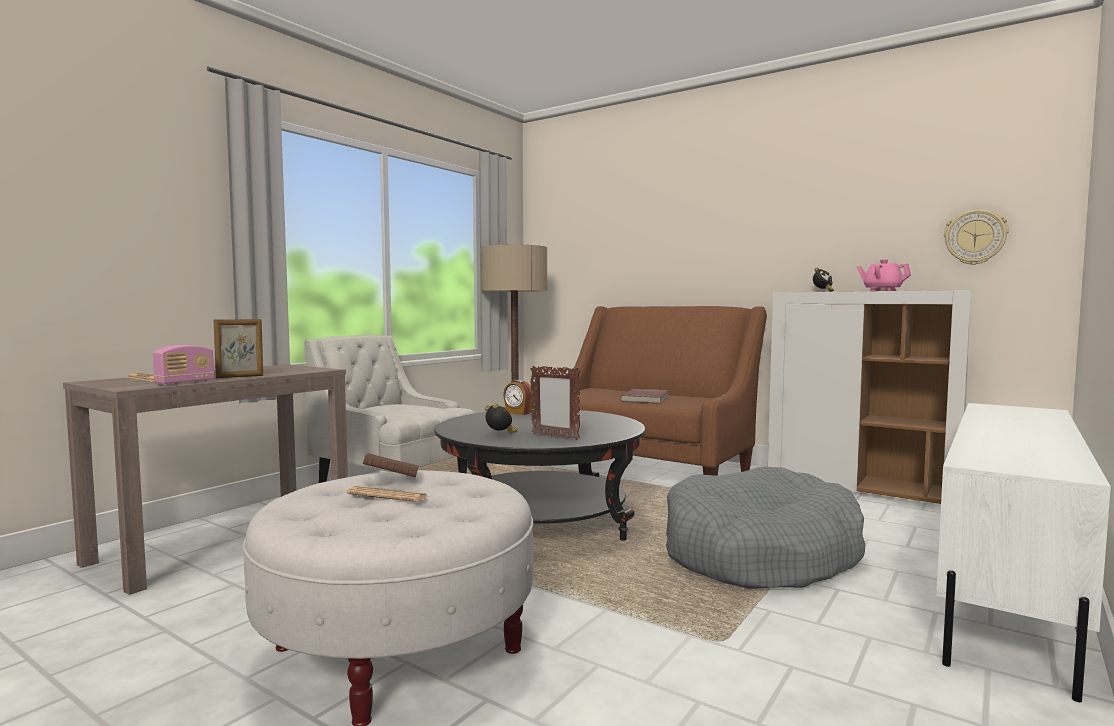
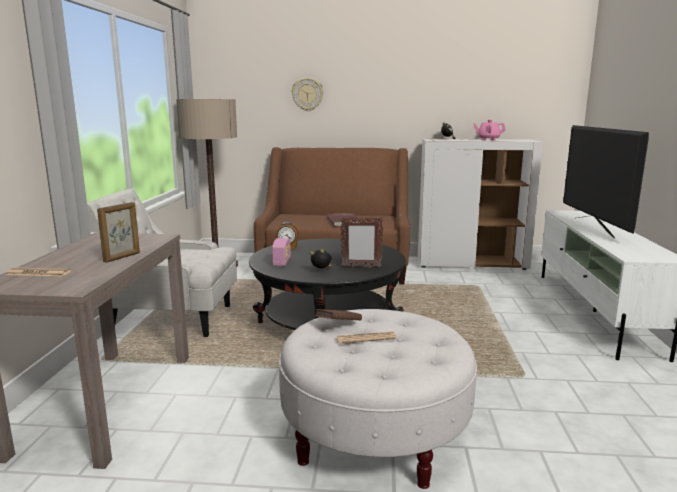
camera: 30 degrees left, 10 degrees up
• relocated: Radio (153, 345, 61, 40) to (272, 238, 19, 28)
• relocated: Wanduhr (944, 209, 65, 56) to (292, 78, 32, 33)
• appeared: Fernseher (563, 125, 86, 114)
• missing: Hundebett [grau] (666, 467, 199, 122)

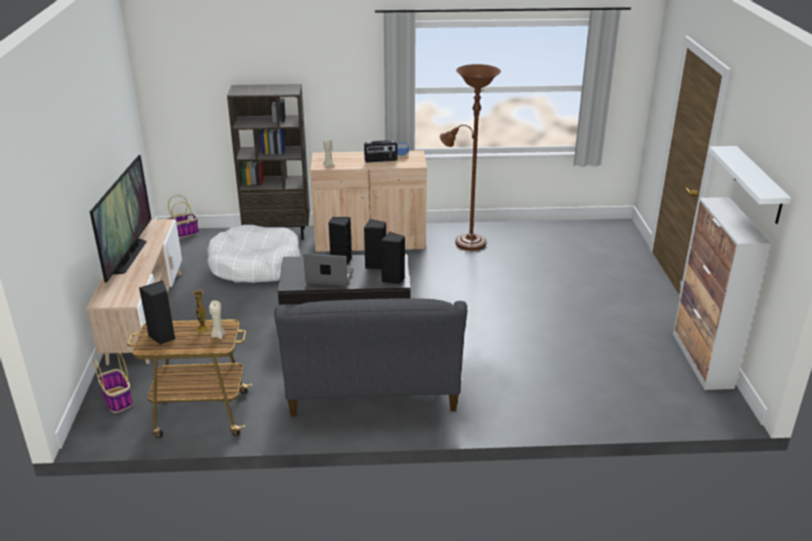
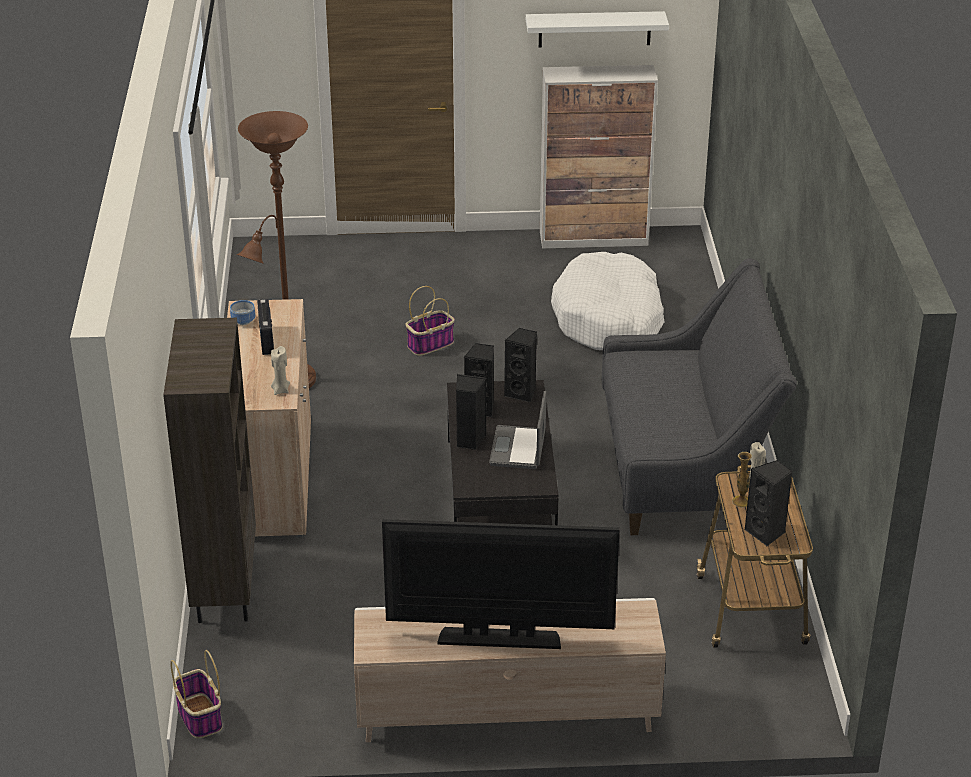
camera: 90 degrees left, 5 degrees up
• relocated: Korb (94, 351, 39, 62) to (406, 286, 49, 70)
• relocated: Hundebett [weiß] (207, 225, 94, 58) to (551, 252, 113, 98)

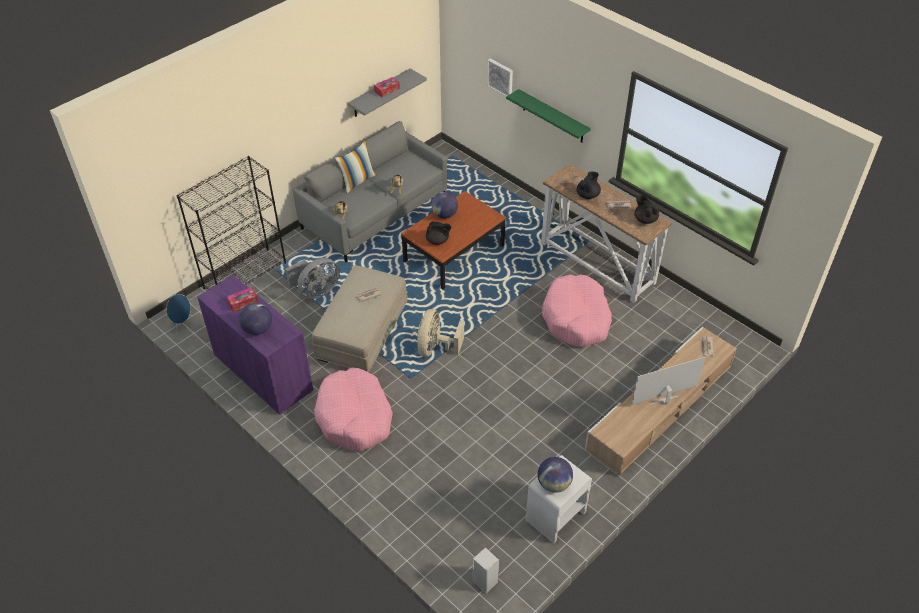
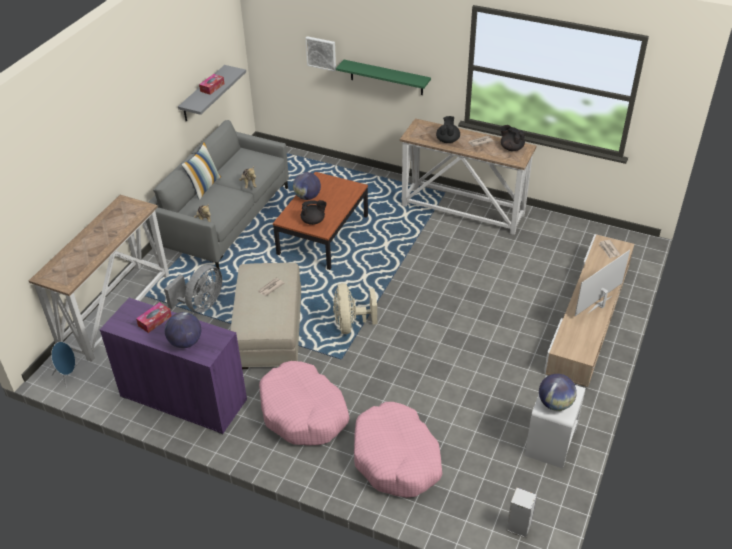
camera: 20 degrees left, 5 degrees down
• exchanged: Bücherregal [schwarz] (177, 156, 109, 134) to Konsolentisch (29, 195, 140, 167)
• relocated: Hundebett [rosa] (542, 274, 70, 73) to (354, 402, 88, 96)

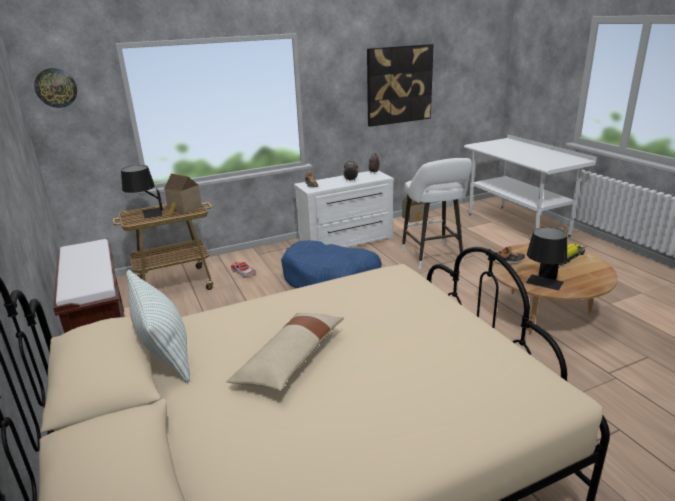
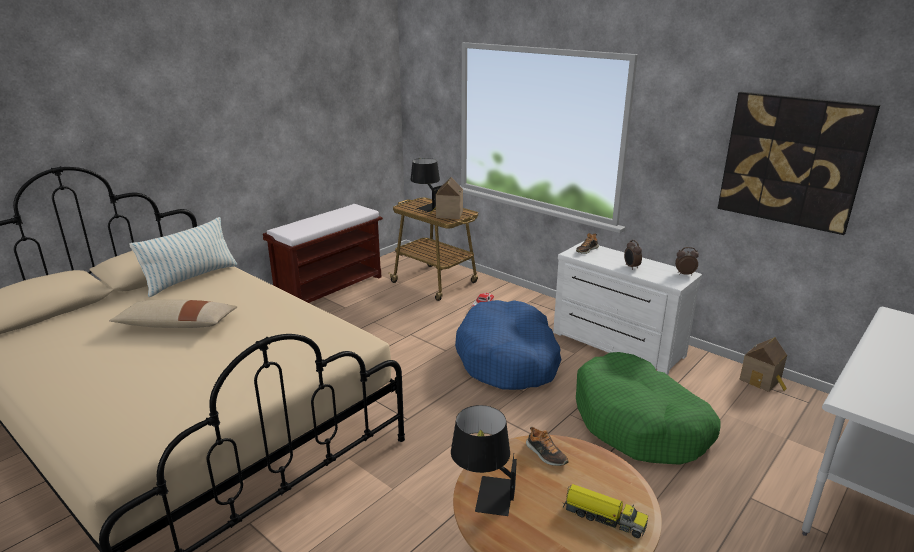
camera: 65 degrees right, 0 degrees up
• exchanged: Hocker [weiß] (402, 158, 70, 111) to Hundebett [grün] (576, 352, 145, 113)
• missing: Wanduhr (34, 68, 43, 40)

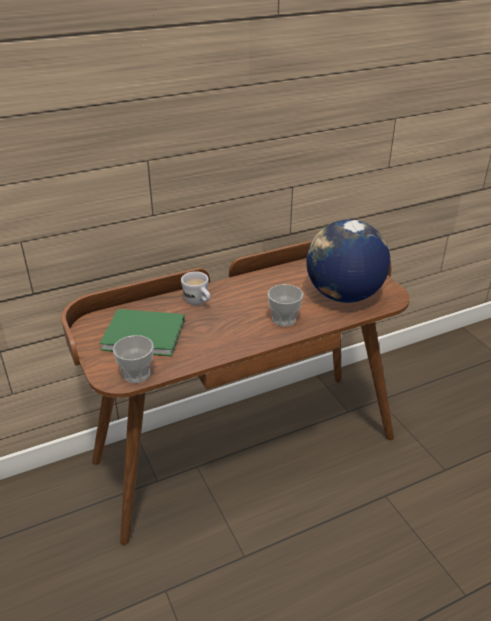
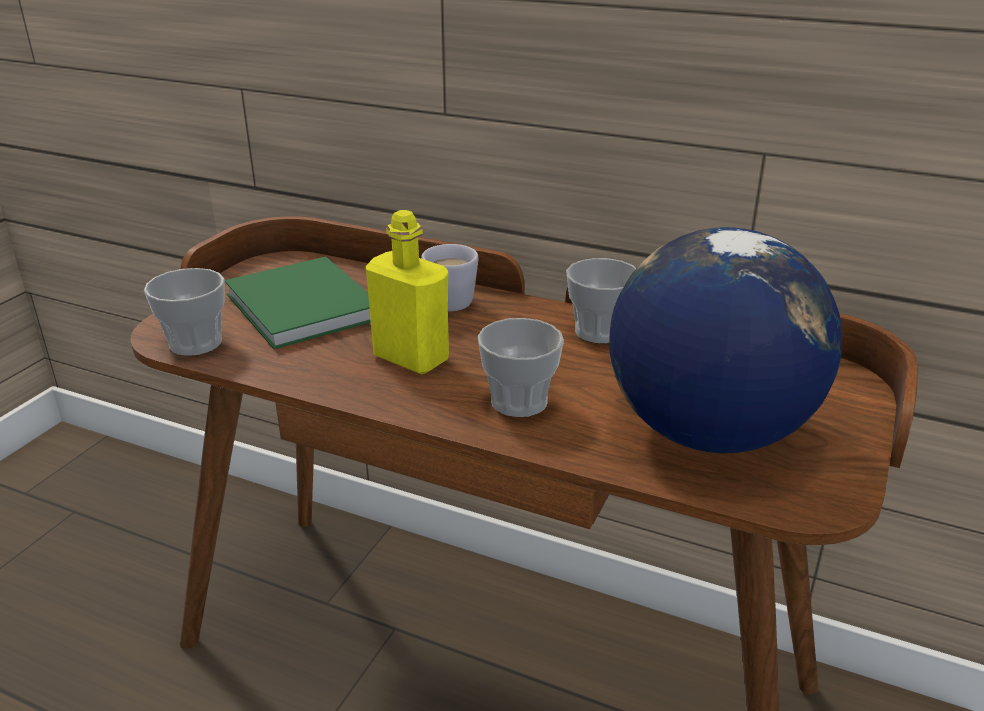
camera: 50 degrees right, 5 degrees down
• appeared: Flasche [gelb] (366, 210, 83, 164)
• appeared: Tasse (566, 258, 70, 85)

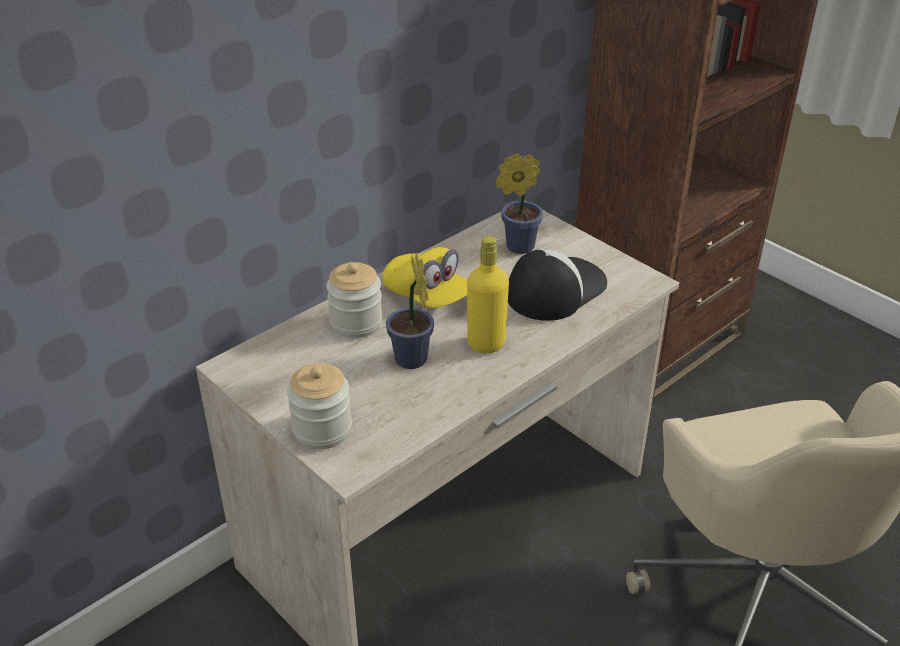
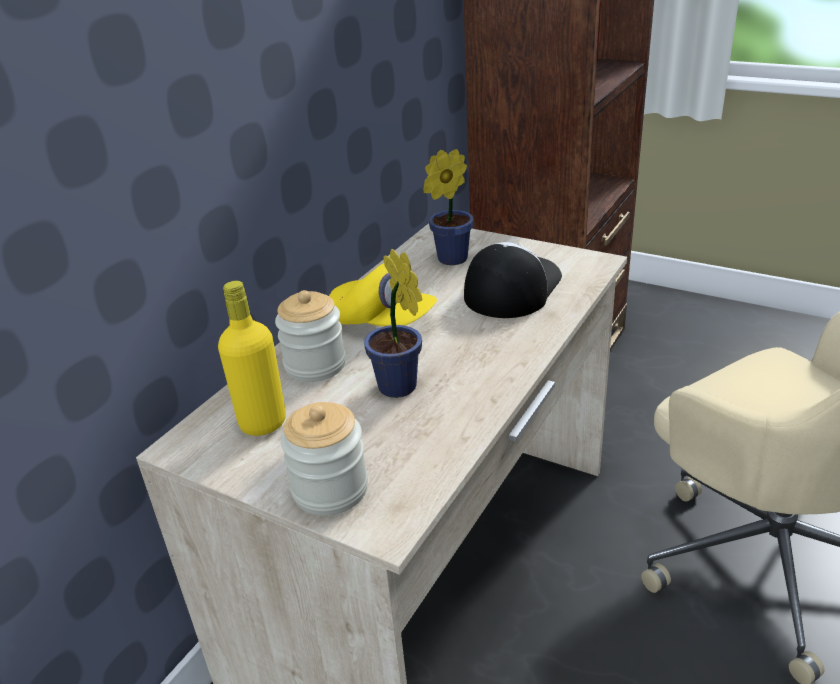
camera: 15 degrees left, 5 degrees down
• relocated: Flasche [gelb] (467, 236, 42, 117) to (218, 281, 68, 155)

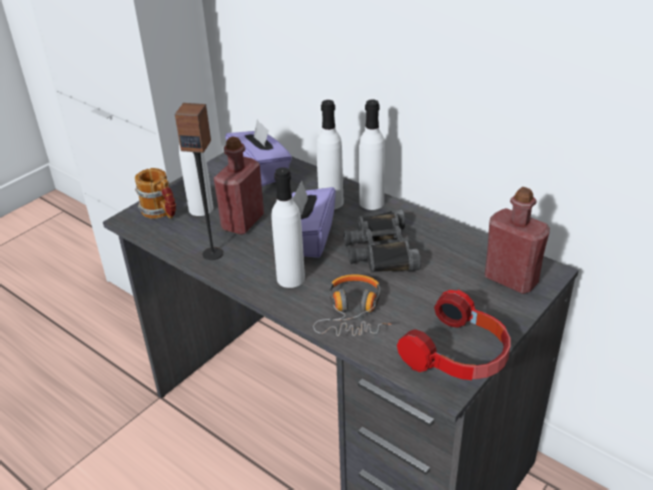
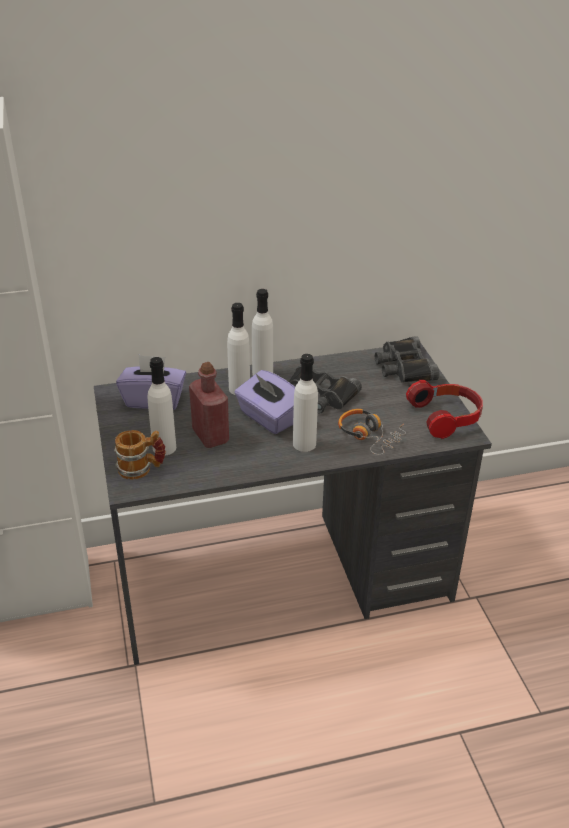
camera: 55 degrees left, 0 degrees up
• exchanged: Flasche [rot] (485, 187, 65, 107) to Fernglas [schwarz] (375, 336, 64, 46)
• missing: Lautsprecher (175, 103, 48, 157)

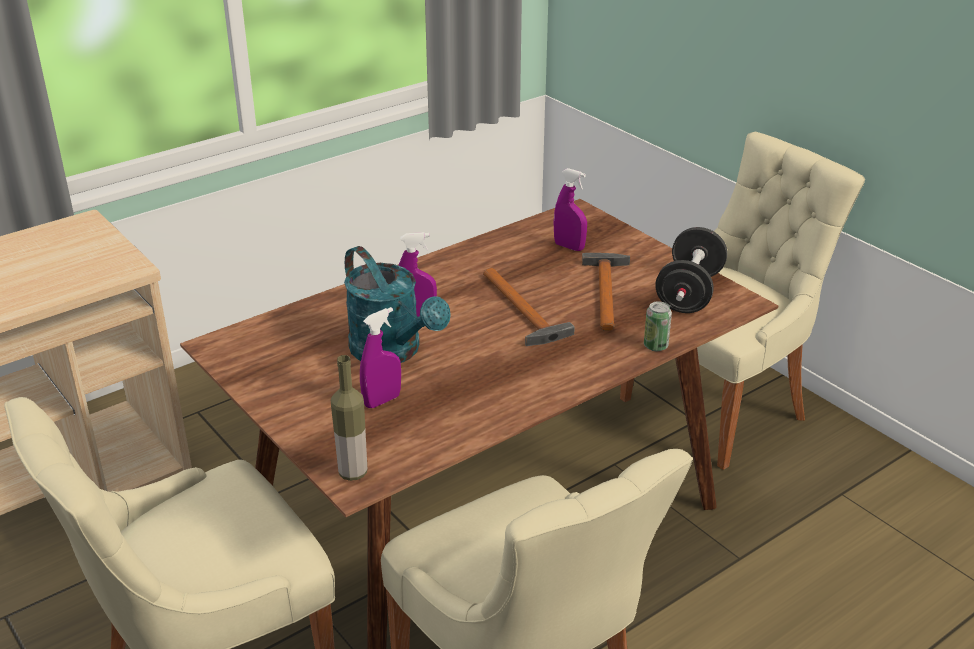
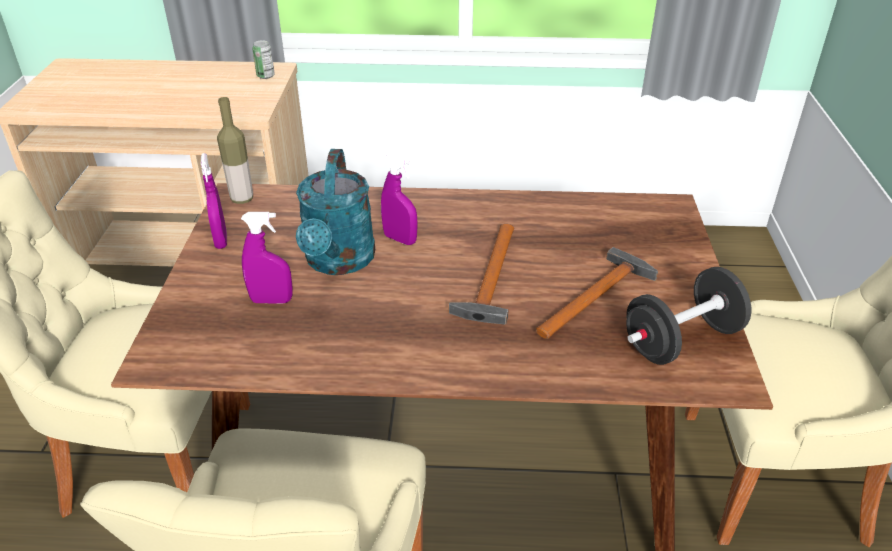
camera: 40 degrees right, 5 degrees up
• relocated: Sprühflasche [lila] (553, 168, 34, 83) to (201, 153, 26, 96)
• relocated: Flasche (331, 355, 36, 126) to (217, 97, 36, 107)
• relocated: Dose (644, 301, 28, 50) to (252, 40, 23, 39)

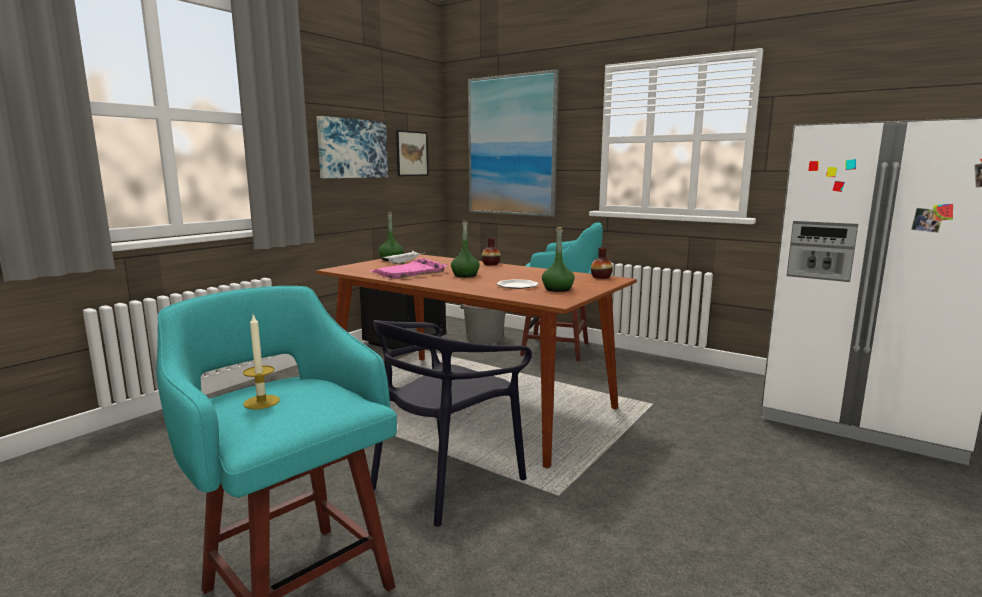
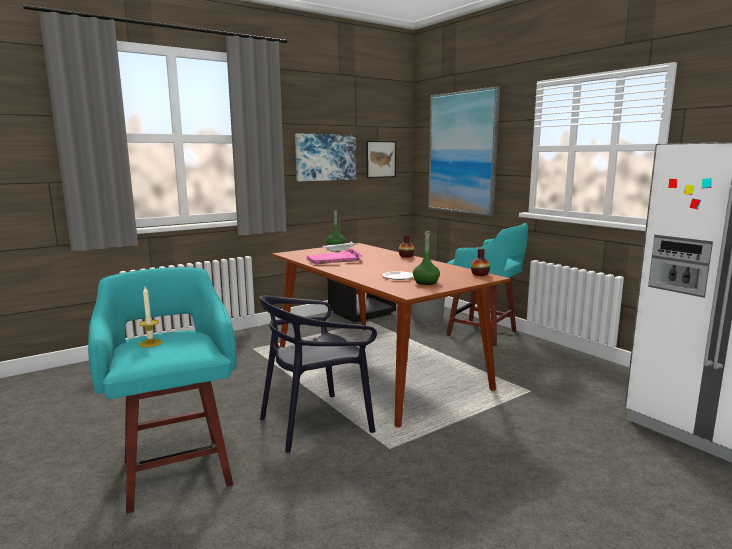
camera: 20 degrees right, 0 degrees up
• missing: Flasche [grün] (451, 220, 29, 57)

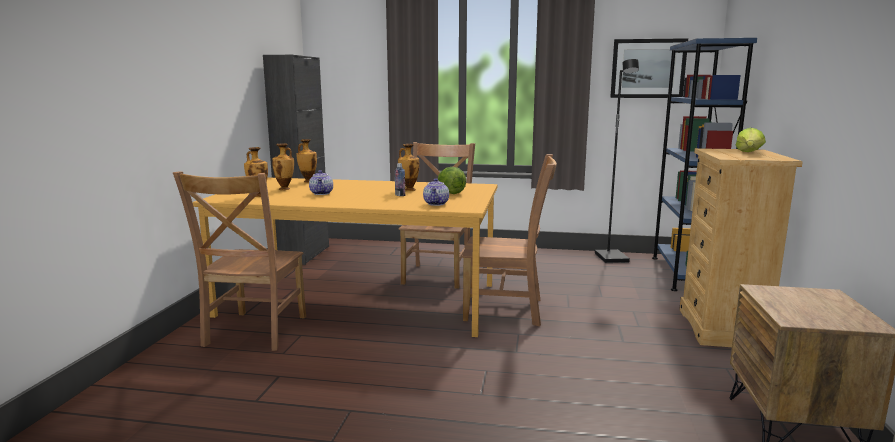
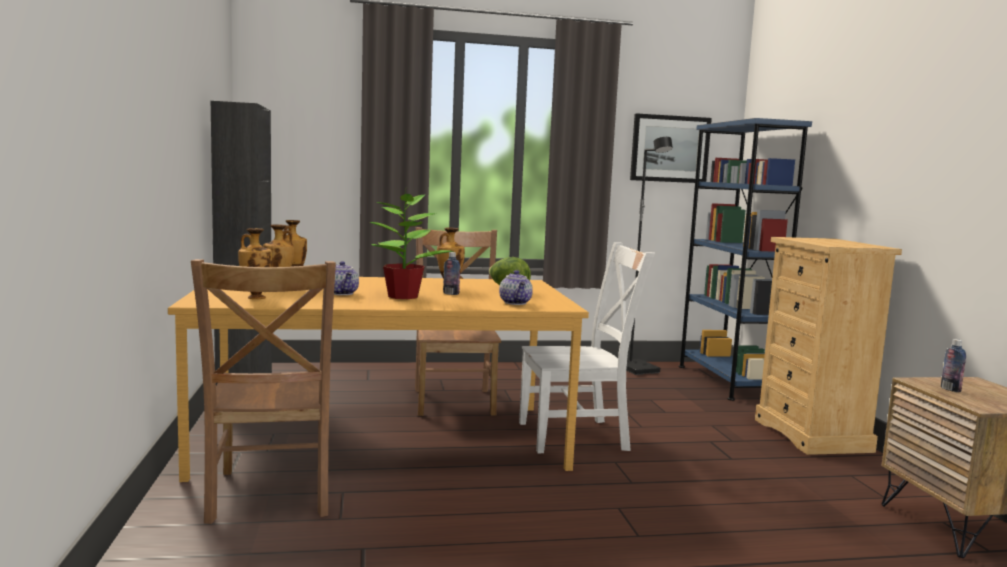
camera: 20 degrees left, 5 degrees down
• appeared: Topfpflanze (369, 190, 85, 109)
• colour: Stuhl [braun] (462, 154, 95, 172) to Stuhl [weiß] (519, 243, 136, 210)
• appeared: Flasche (941, 339, 25, 53)
• missing: Salatkopf (736, 128, 30, 24)

